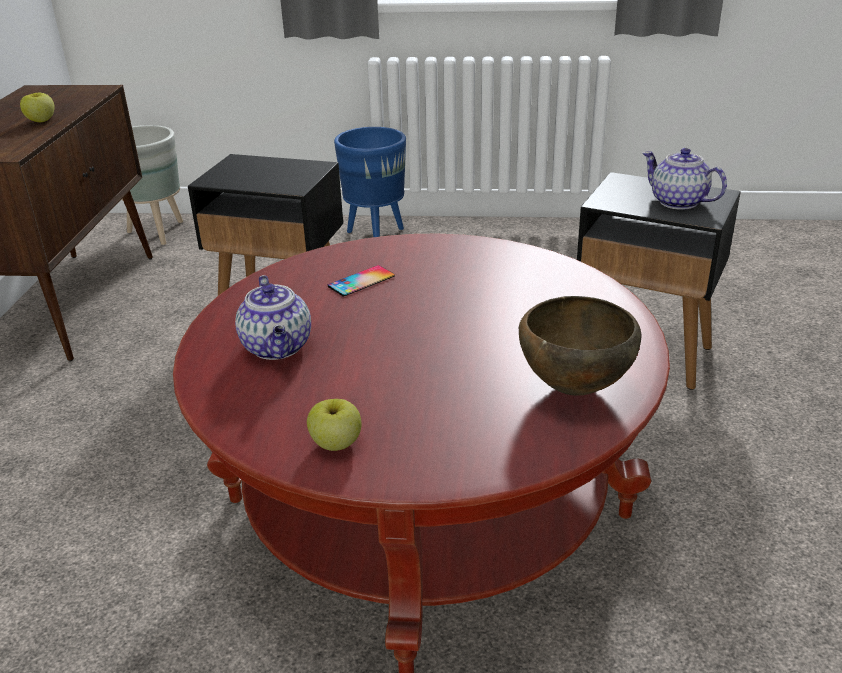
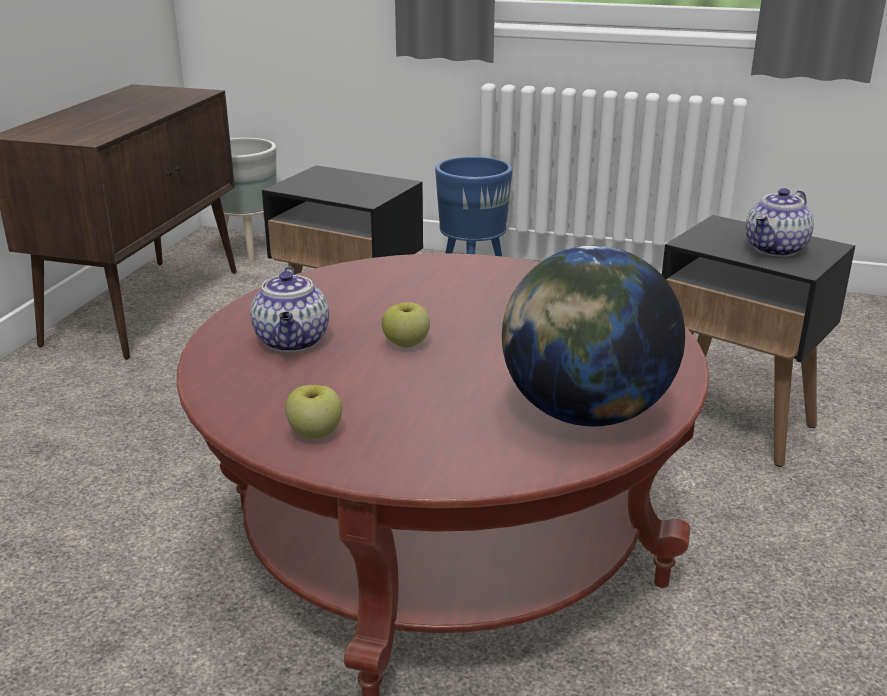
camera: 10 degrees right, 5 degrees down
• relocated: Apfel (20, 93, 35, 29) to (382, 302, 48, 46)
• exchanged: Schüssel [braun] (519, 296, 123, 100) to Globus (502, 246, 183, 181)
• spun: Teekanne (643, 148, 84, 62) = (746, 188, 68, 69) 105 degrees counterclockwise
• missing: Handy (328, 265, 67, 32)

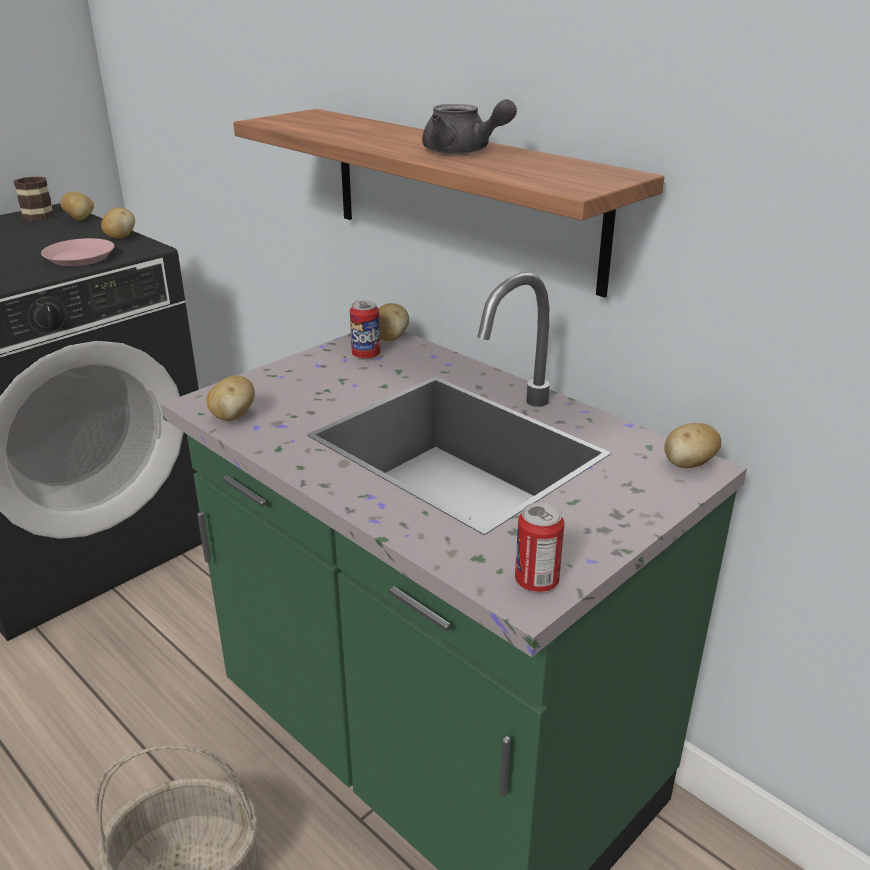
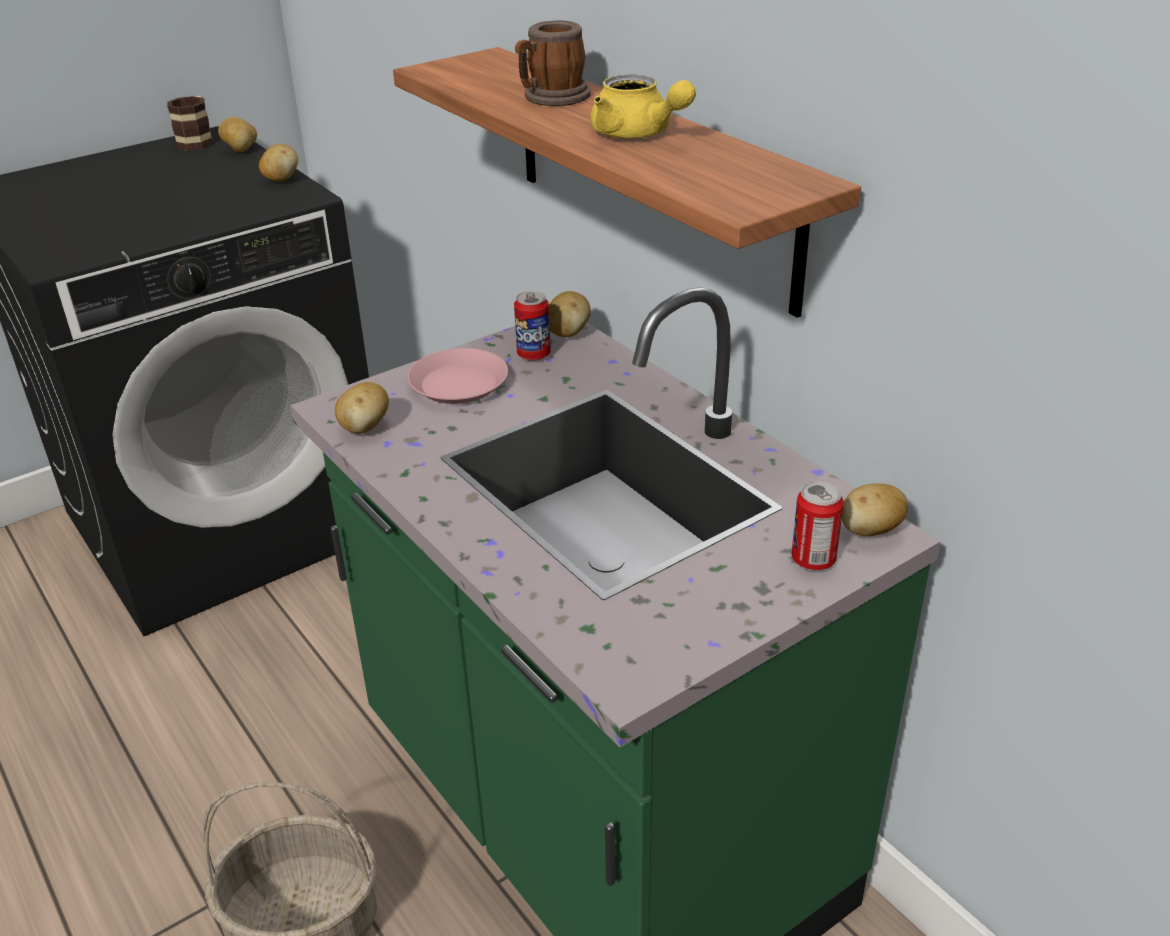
camera: 10 degrees right, 5 degrees up
• relocated: Teller [rosa] (41, 238, 74, 28) to (407, 348, 101, 56)
• appeared: Henkelbecher (515, 20, 76, 86)
• colour: Teekanne [grau] (422, 99, 95, 55) to Teekanne [gelb] (590, 74, 106, 65)
• relocated: Dose (515, 503, 49, 89) to (792, 481, 52, 89)

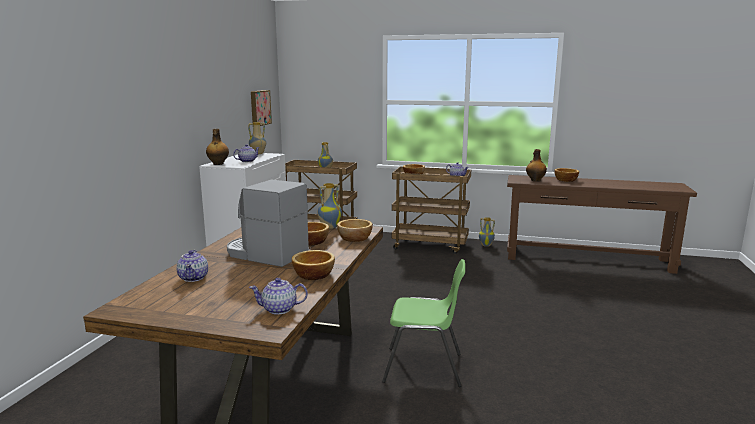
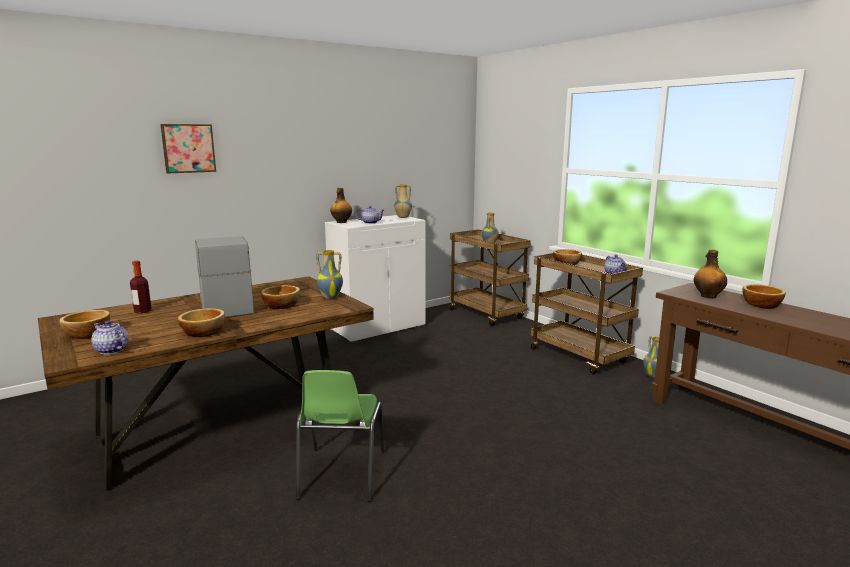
camera: 40 degrees right, 0 degrees up
• relocated: Schüssel (337, 219, 36, 23) to (59, 310, 51, 29)
• exchanged: Teekanne (176, 250, 32, 32) to Flasche (130, 261, 22, 52)
• relocated: Bild (251, 90, 21, 36) to (161, 124, 55, 49)
• spun: Stuhl [grün] (382, 259, 83, 128) = (296, 370, 89, 132) 45 degrees clockwise

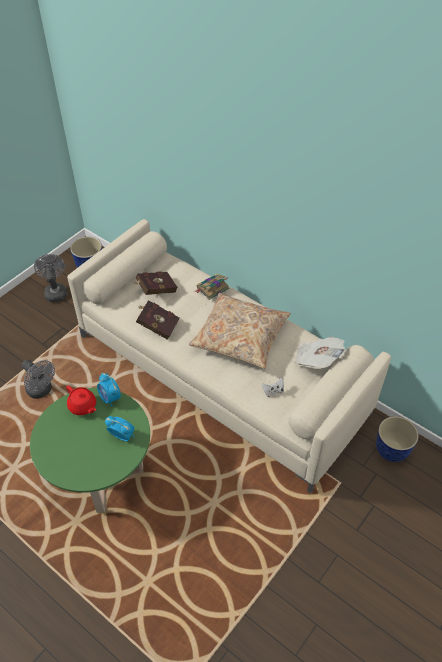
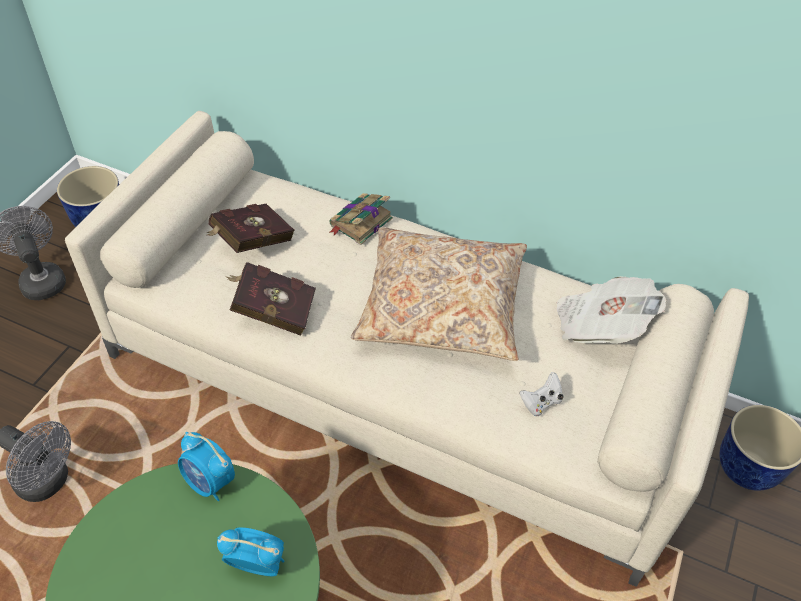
camera: 15 degrees left, 0 degrees up
• missing: Teekanne [rot] (66, 385, 30, 30)

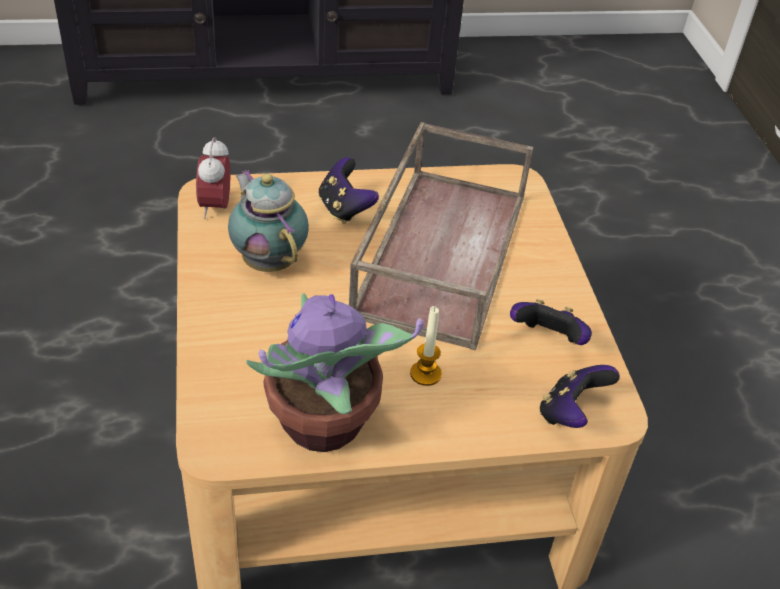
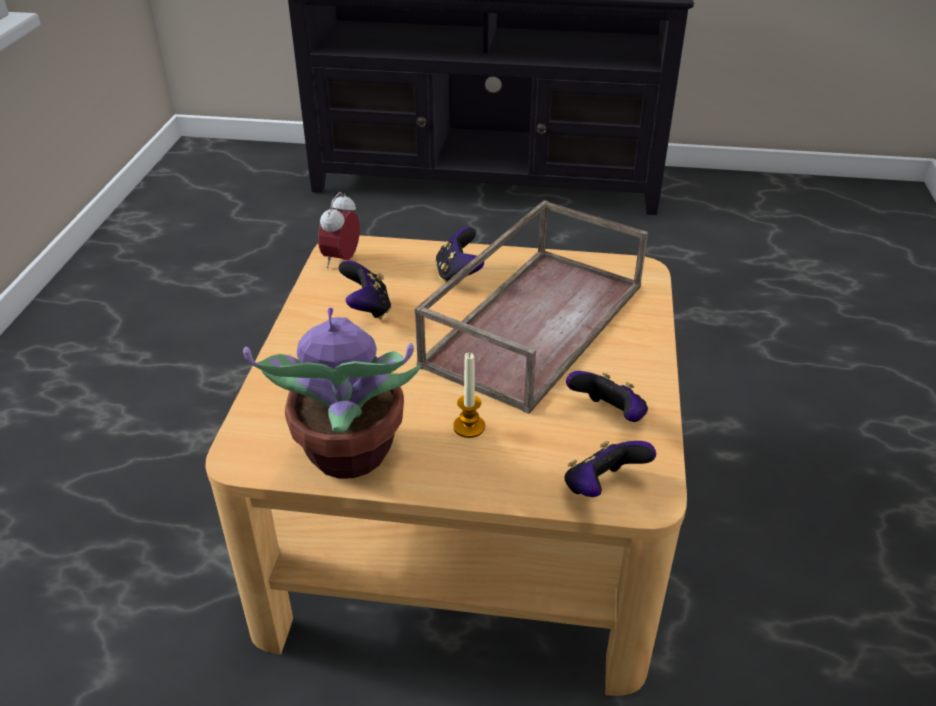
camera: 20 degrees right, 5 degrees down
• exchanged: Teekanne (228, 169, 81, 103) to Gamepad (338, 260, 53, 59)

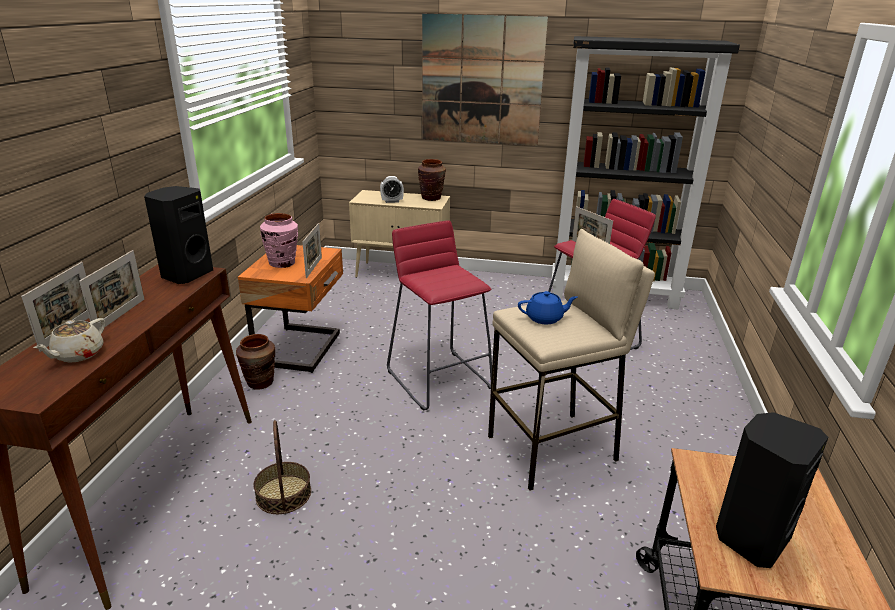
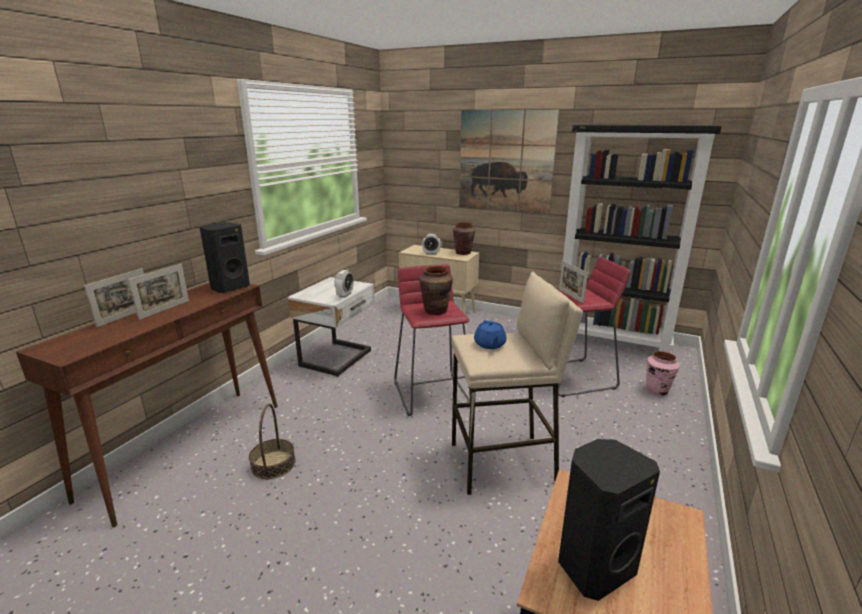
camera: 15 degrees right, 5 degrees down
• colour: Nachttisch [orange] (238, 245, 105, 128) to Nachttisch [weiß] (288, 277, 87, 100)
• exchanged: Bilderrahmen (302, 223, 20, 55) to Wecker (334, 270, 20, 28)
• relocated: Vase [braun] (236, 334, 39, 55) to (419, 266, 34, 49)
• spun: Teekanne [blau] (518, 291, 59, 33) = (474, 320, 33, 29) 75 degrees clockwise
• relocated: Vase [rosa] (260, 213, 38, 55) to (646, 351, 34, 45)
• missing: Teekanne [beige] (34, 318, 71, 45)

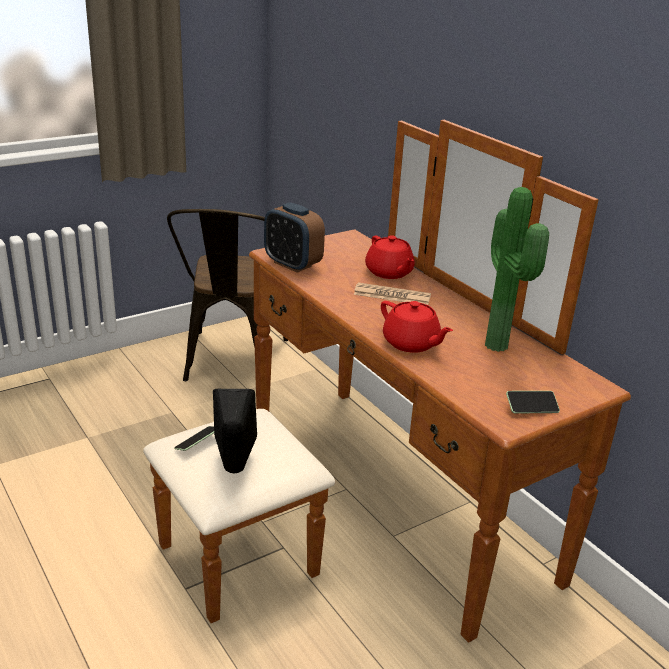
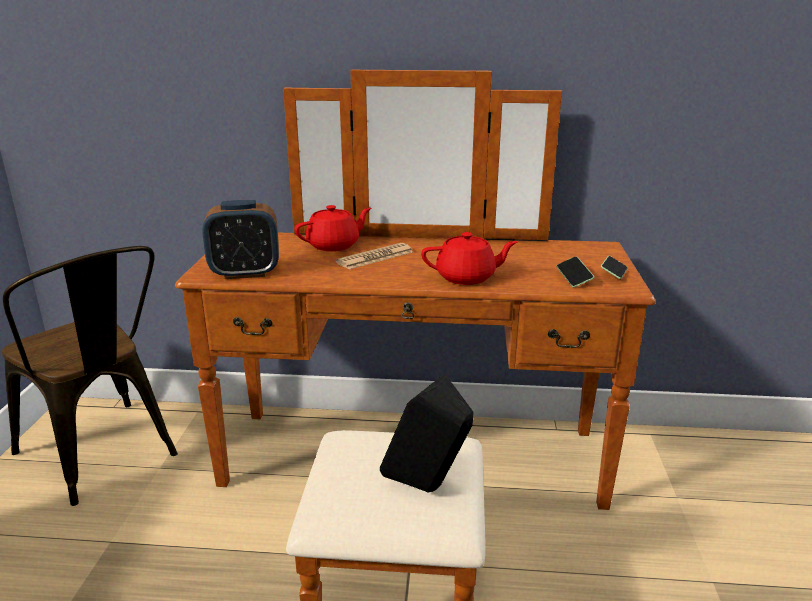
camera: 50 degrees left, 5 degrees down
• spun: Teekanne [rot] (365, 235, 50, 44) = (294, 205, 77, 46) 45 degrees counterclockwise
• relocated: Handy (174, 426, 40, 25) to (556, 256, 38, 31)
• missing: Topfpflanze (485, 187, 64, 165)

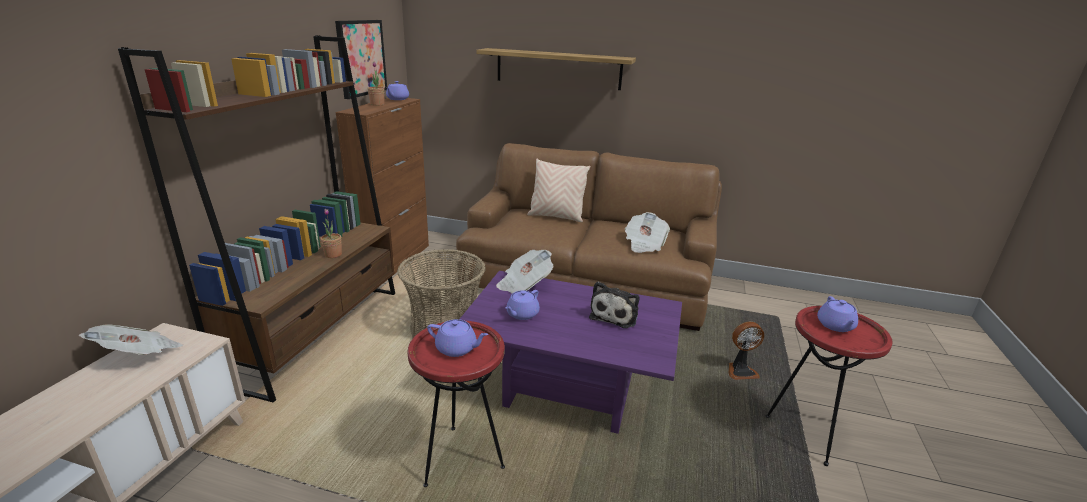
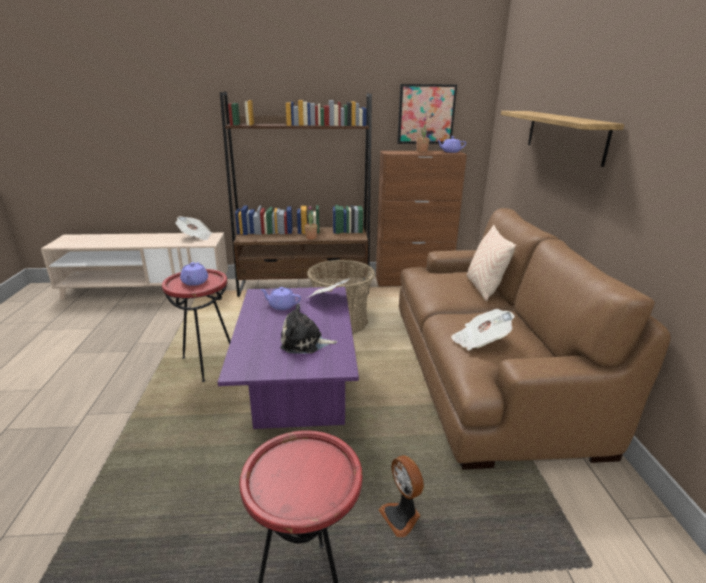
camera: 70 degrees right, 0 degrees up
• missing: Teekanne [lila] (817, 296, 41, 36)

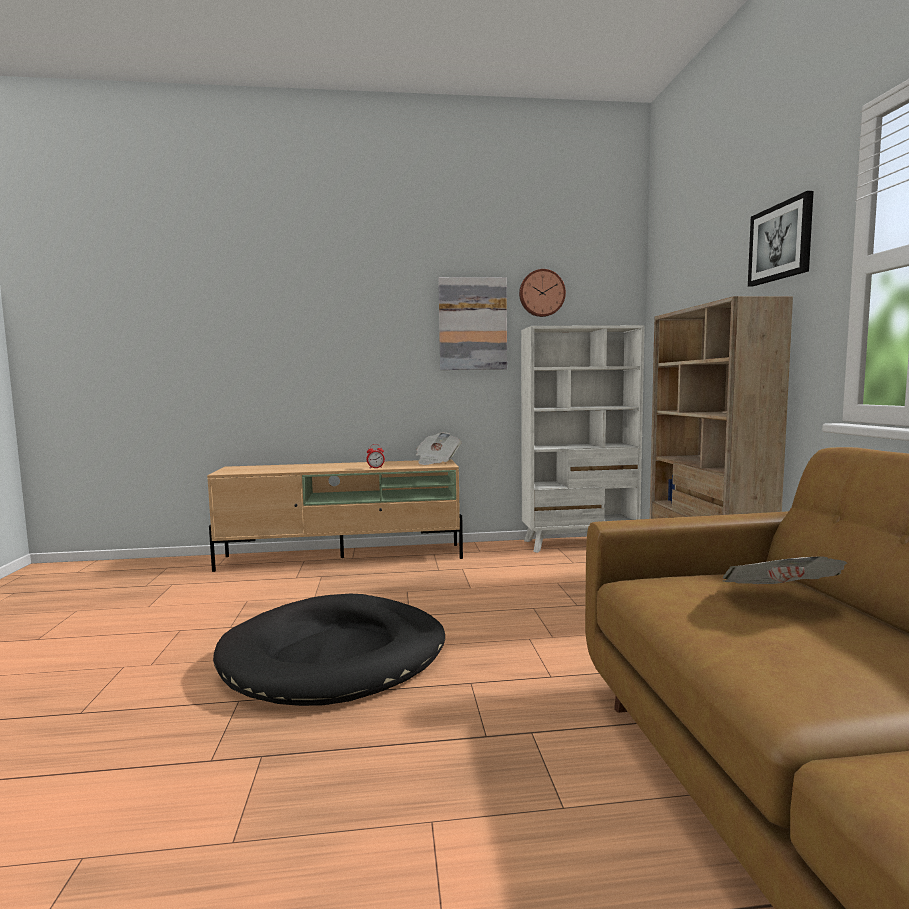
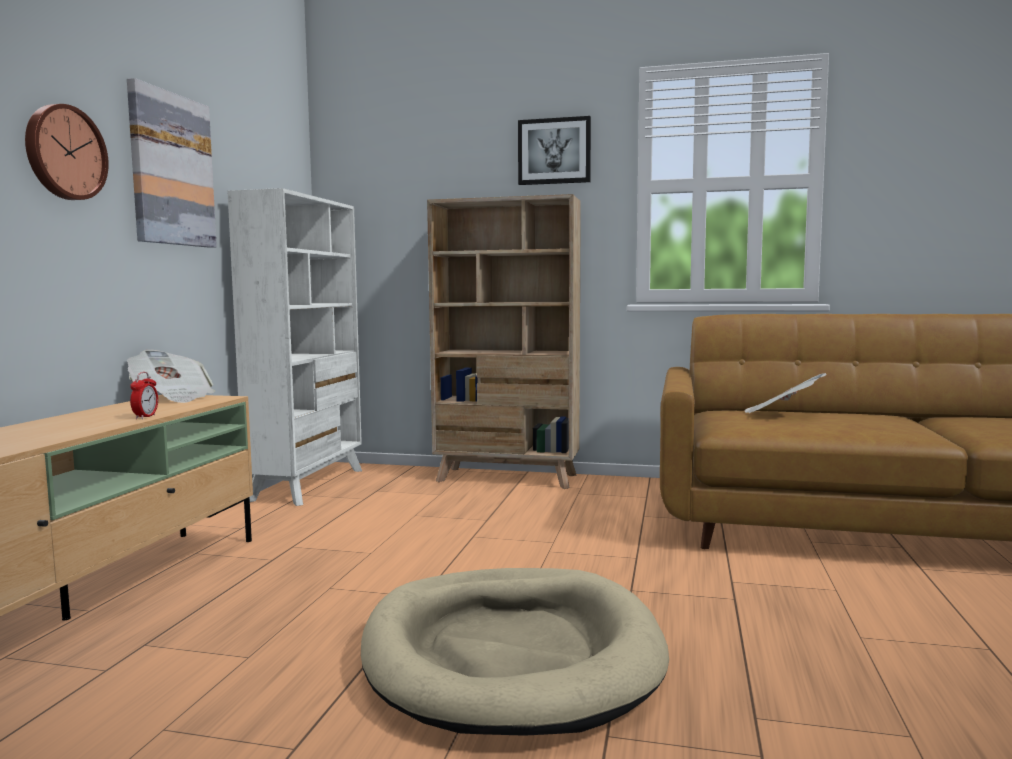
camera: 70 degrees left, 0 degrees up
• relocated: Wanduhr (519, 269, 47, 48) to (25, 104, 84, 96)
• colour: Hundebett [schwarz] (213, 594, 232, 112) to Hundebett [beige] (361, 568, 308, 168)

